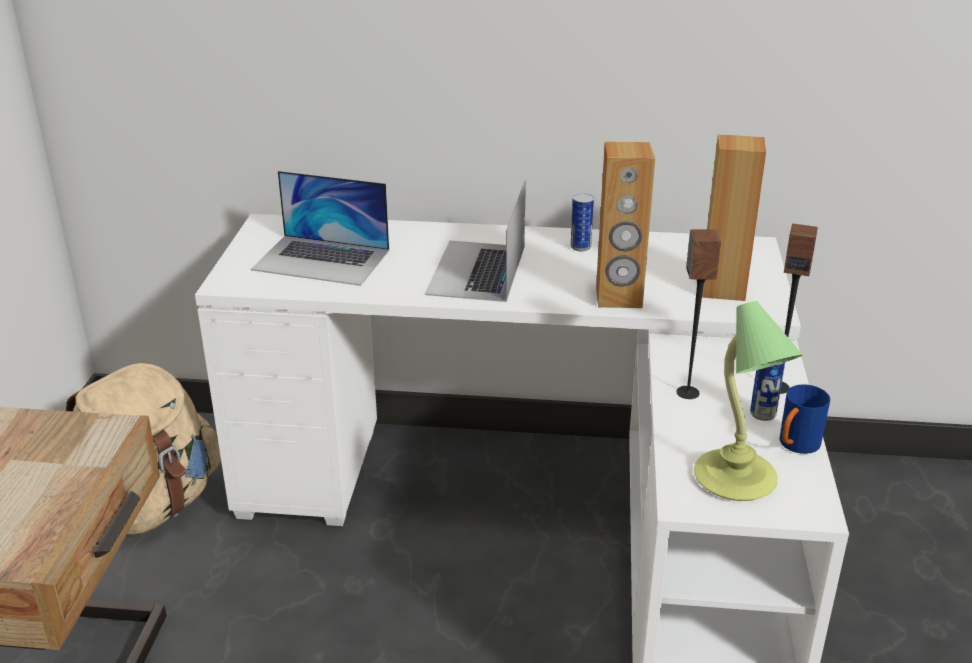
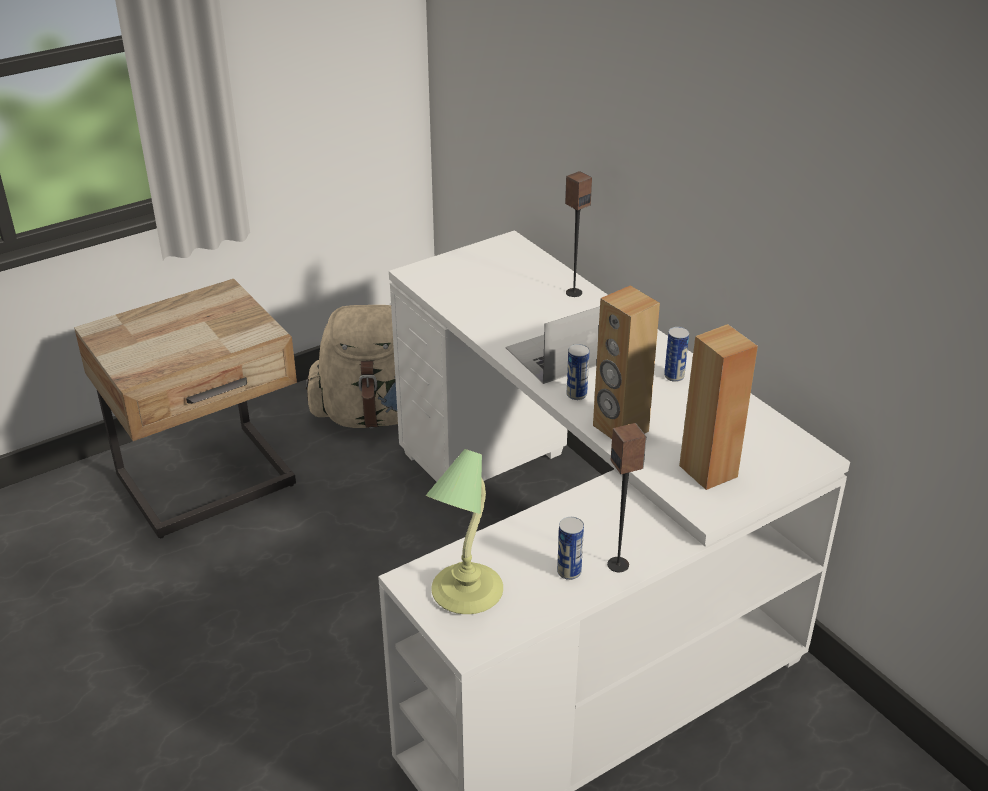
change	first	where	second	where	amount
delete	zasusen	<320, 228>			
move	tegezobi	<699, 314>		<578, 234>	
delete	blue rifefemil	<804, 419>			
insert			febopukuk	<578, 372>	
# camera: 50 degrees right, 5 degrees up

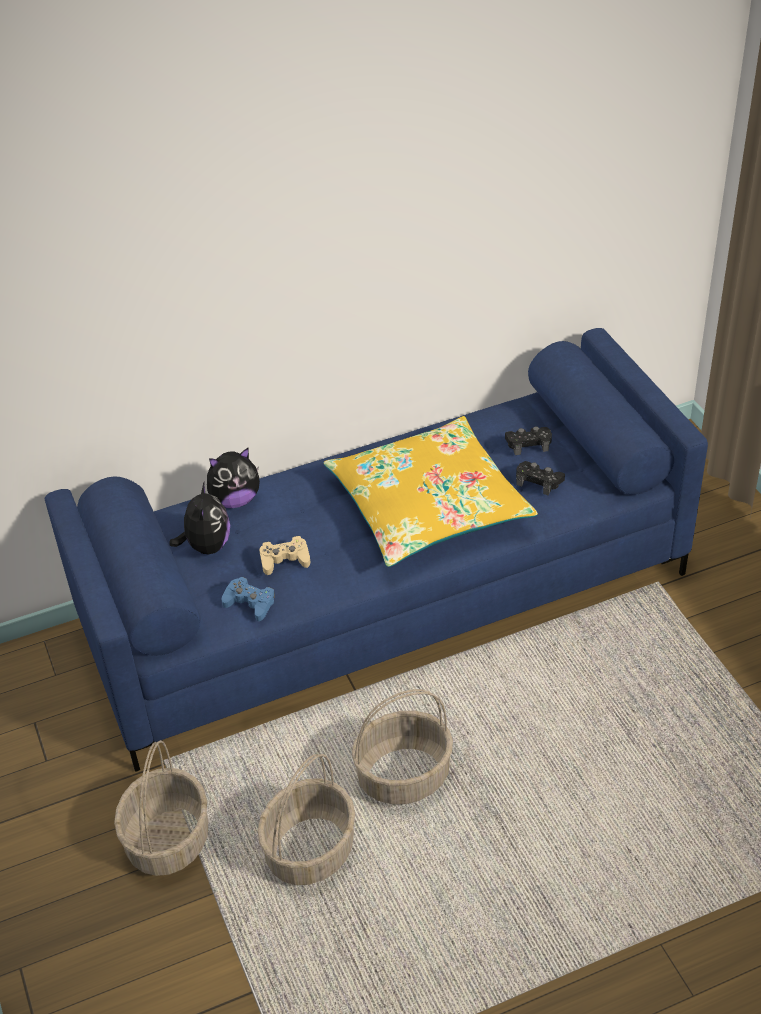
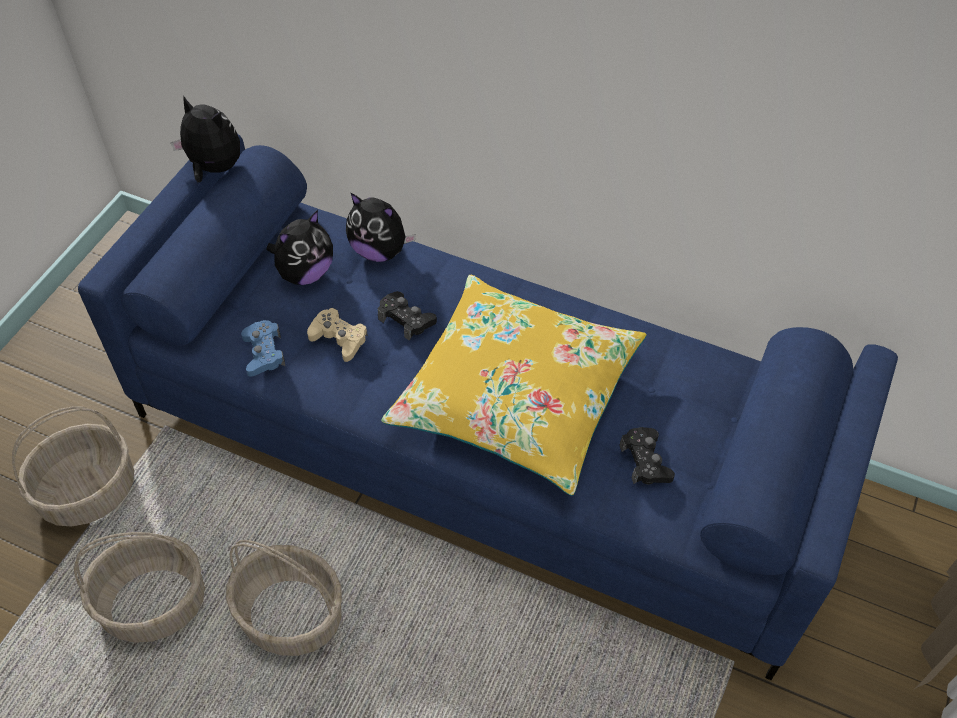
change	first	where	second	where	amount
move	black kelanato	<528, 441>		<407, 316>	
insert			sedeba	<205, 138>	
# camera: 45 degrees right, 10 degrees up

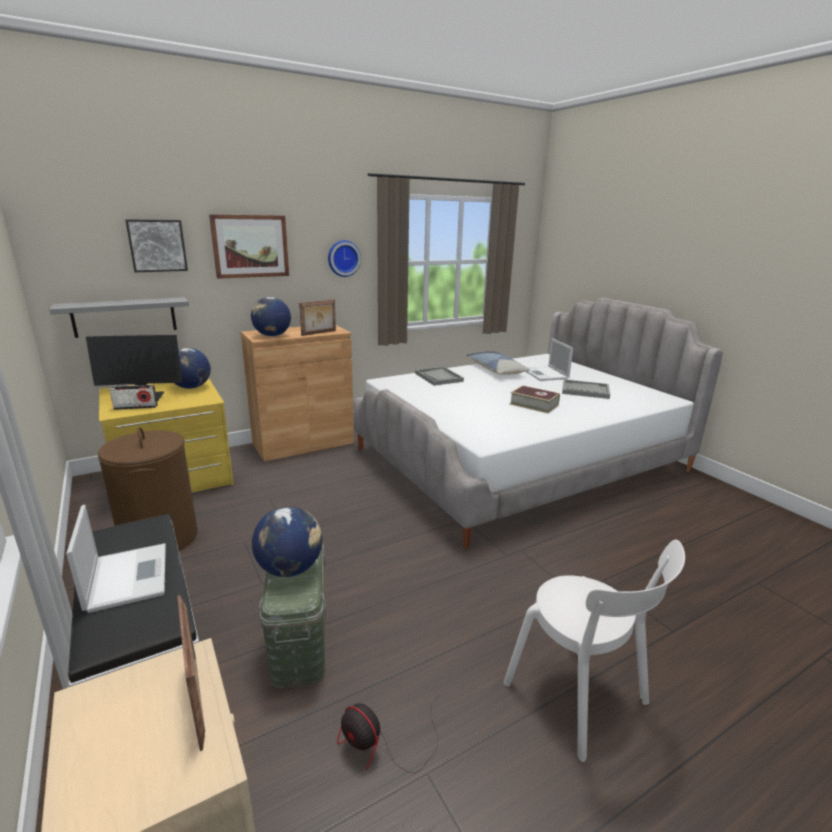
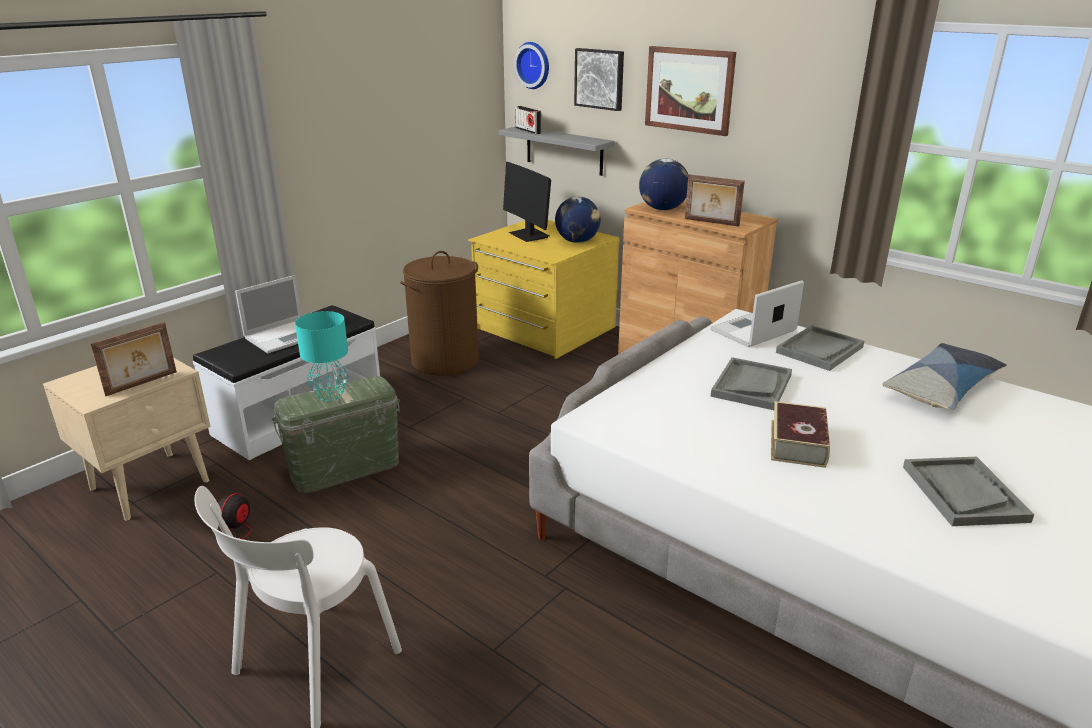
change	first	where	second	where	amount
move	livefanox	<133, 397>		<528, 120>	
replace	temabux	<287, 541>	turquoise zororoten	<322, 356>	
move	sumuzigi	<344, 258>		<531, 65>	
move	zasusen	<549, 359>		<757, 313>	
insert			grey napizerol	<751, 383>	
# camera: 70 degrees right, 5 degrees up

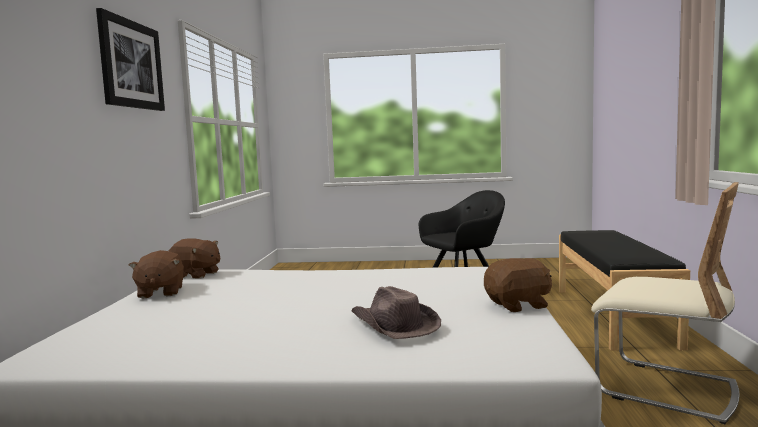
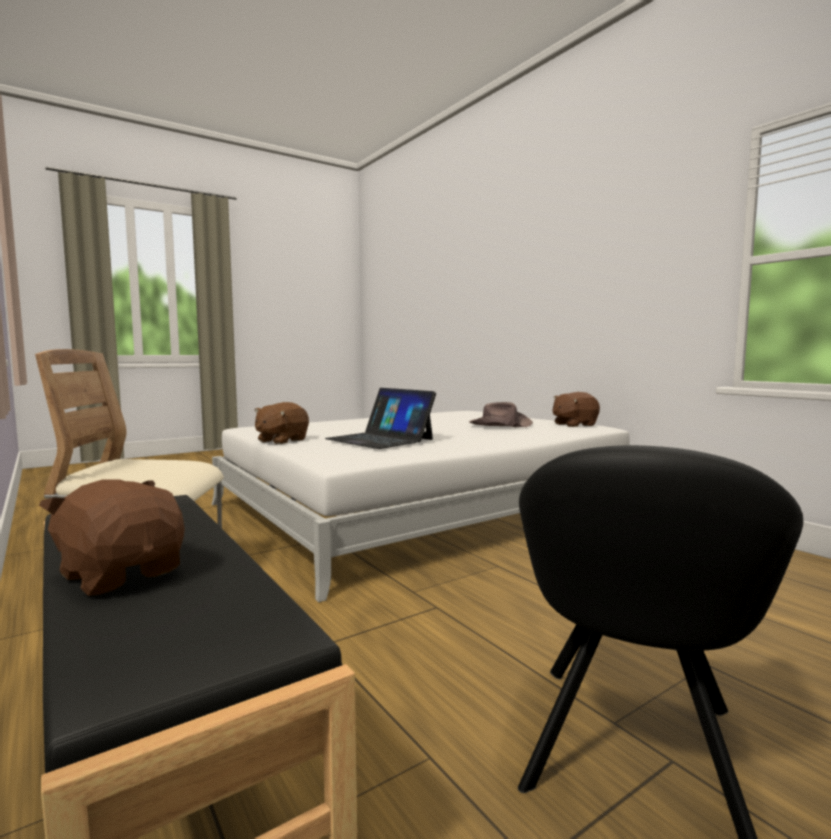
change	first	where	second	where	amount
delete	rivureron	<130, 59>			
move	brown sedeba	<156, 274>		<112, 538>	
move	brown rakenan	<396, 312>		<501, 414>	
insert			zasusen	<380, 418>	
# camera: 140 degrees right, 0 degrees up

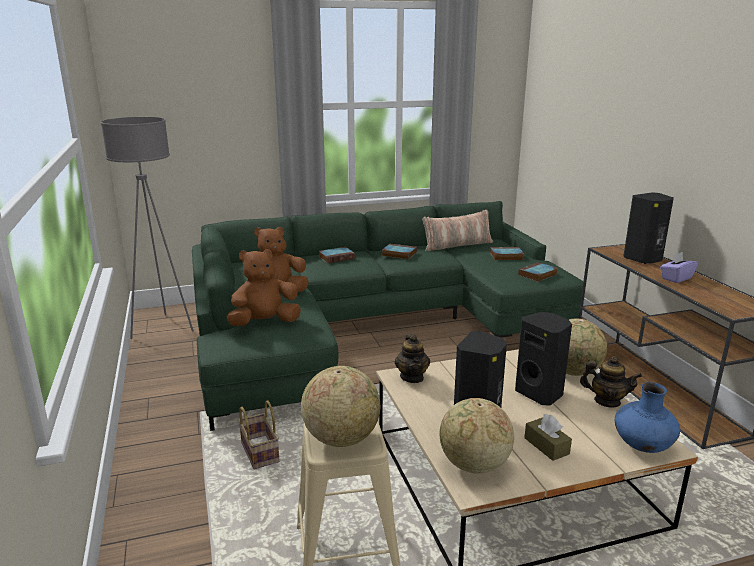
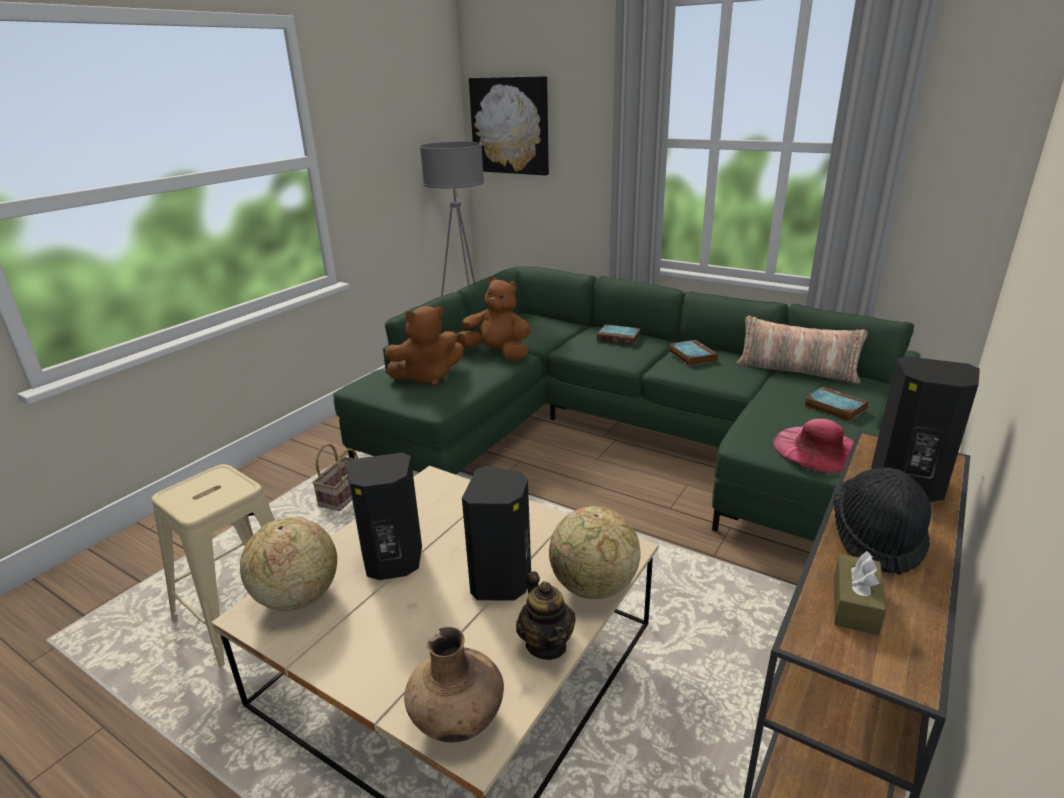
change	first	where	second	where	amount
rotate	brown sedeba	<264, 287>		<424, 346>	135 degrees clockwise
delete	temabux	<340, 406>			
delete	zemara	<412, 358>			
replace	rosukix	<537, 272>	pink rakenan	<813, 446>	
move	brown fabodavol	<548, 437>		<860, 593>	
recolor	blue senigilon	<647, 417>	brown senigilon	<454, 684>	
replace	purple fabodavol	<679, 267>	black rakenan	<882, 521>	
insert			rivureron	<509, 126>	
# camera: 50 degrees right, 5 degrees up

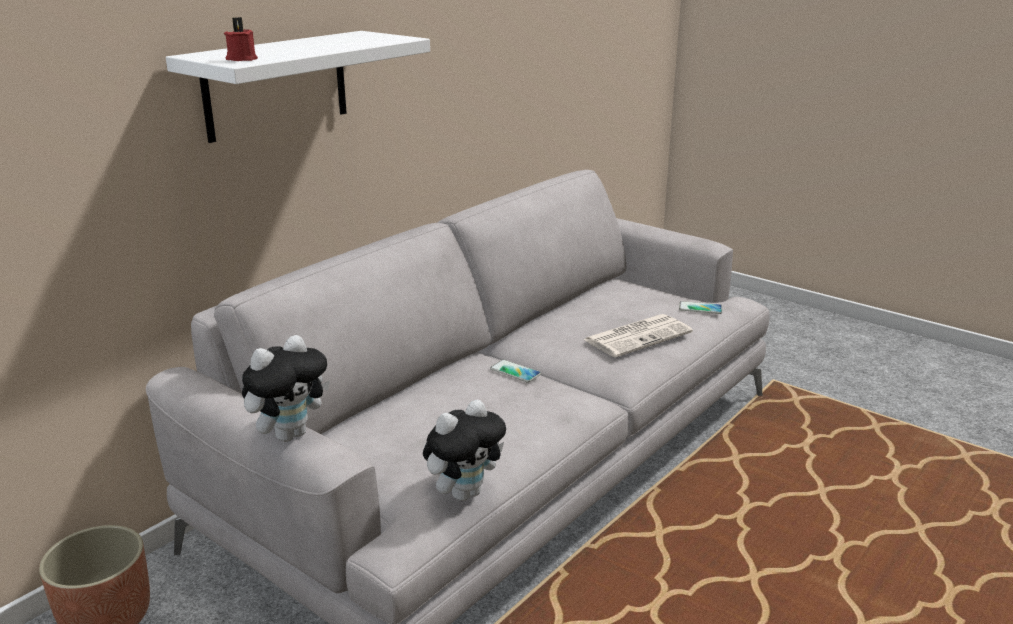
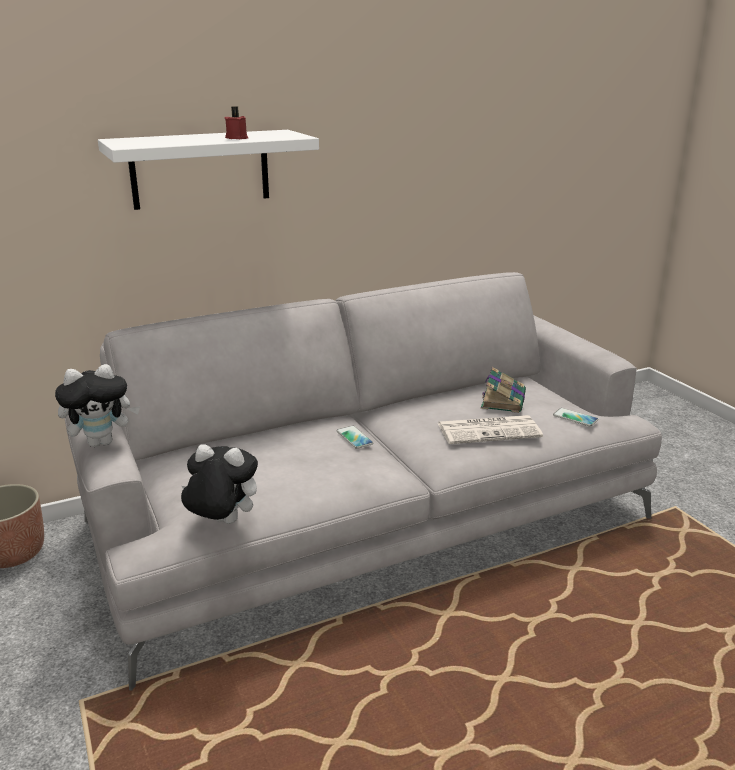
change	first	where	second	where	amount
move	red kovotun	<241, 39>		<237, 122>	
rotate	sedeba	<464, 450>		<219, 484>	150 degrees counterclockwise
insert			rosukix	<503, 390>	
# camera: 25 degrees right, 0 degrees up

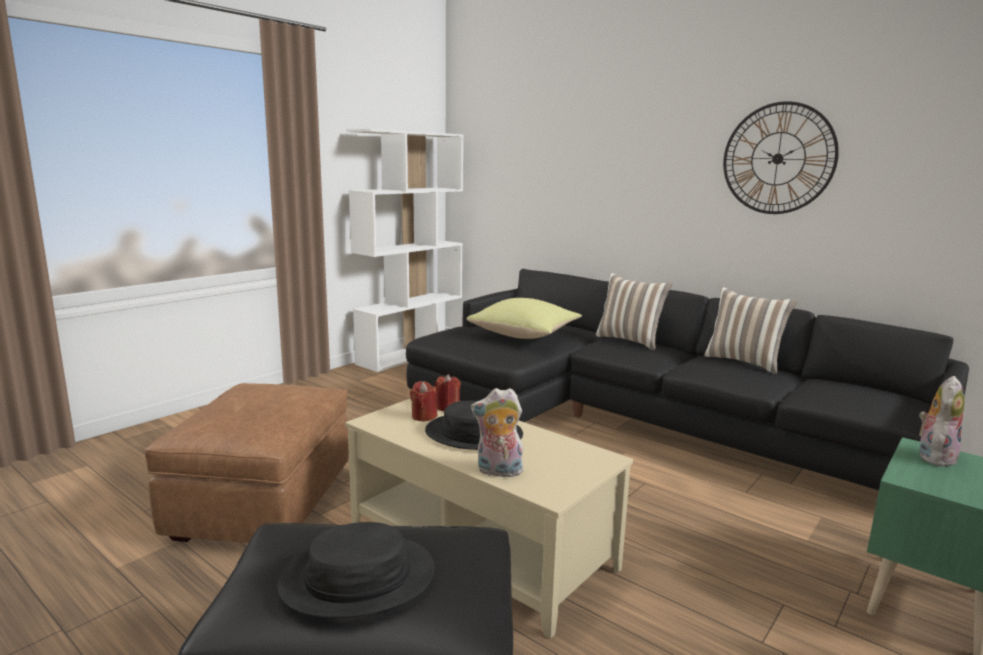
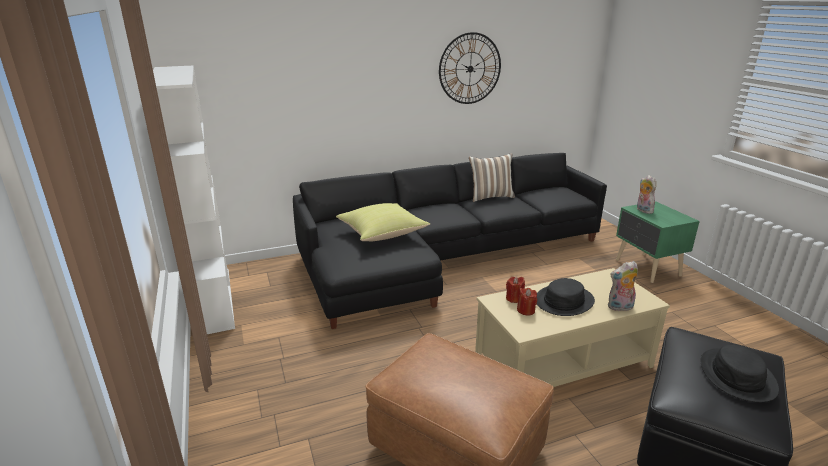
change	first	where	second	where	amount
rotate	sedeba	<497, 432>		<623, 286>	45 degrees clockwise
delete	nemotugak	<634, 311>			
# camera: 60 degrees left, 10 degrees up

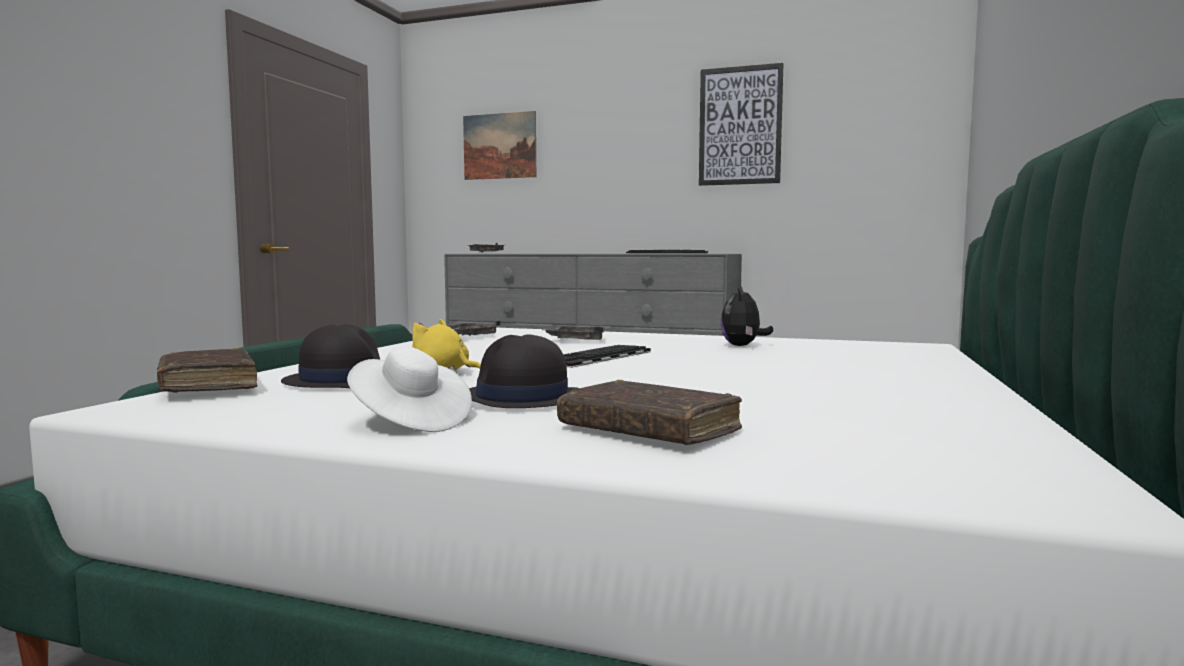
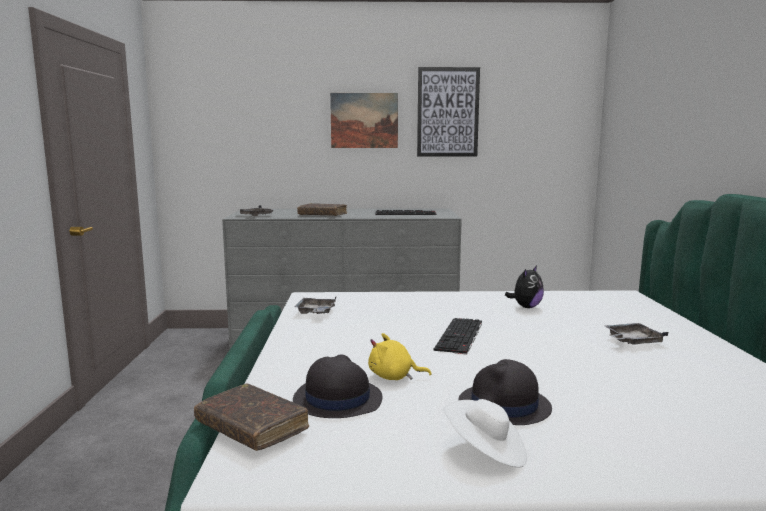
change	first	where	second	where	amount
move	rivureron	<499, 145>		<364, 120>	
move	grey napizerol	<573, 332>		<636, 334>	
move	brown rosukix	<649, 412>		<322, 209>	
rotate	sedeba	<746, 316>		<524, 287>	135 degrees counterclockwise
# camera: 20 degrees left, 5 degrees up

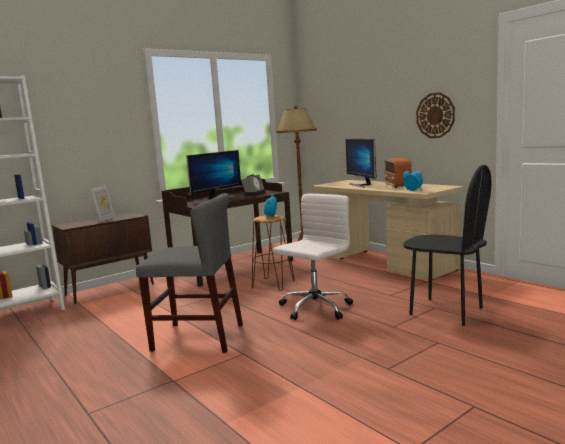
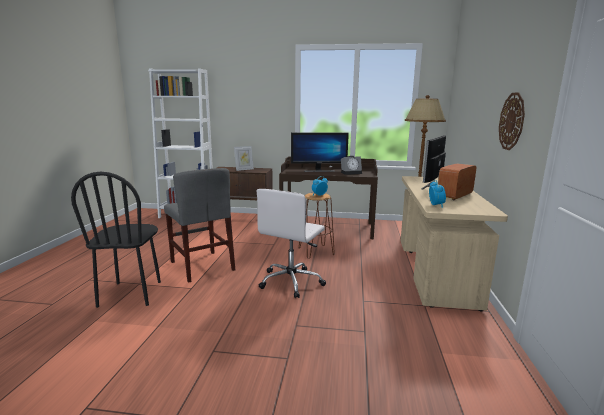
change	first	where	second	where	amount
rotate	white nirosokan	<313, 257>		<291, 243>	120 degrees clockwise
move	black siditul	<447, 245>		<116, 240>	
# camera: 45 degrees right, 5 degrees up

